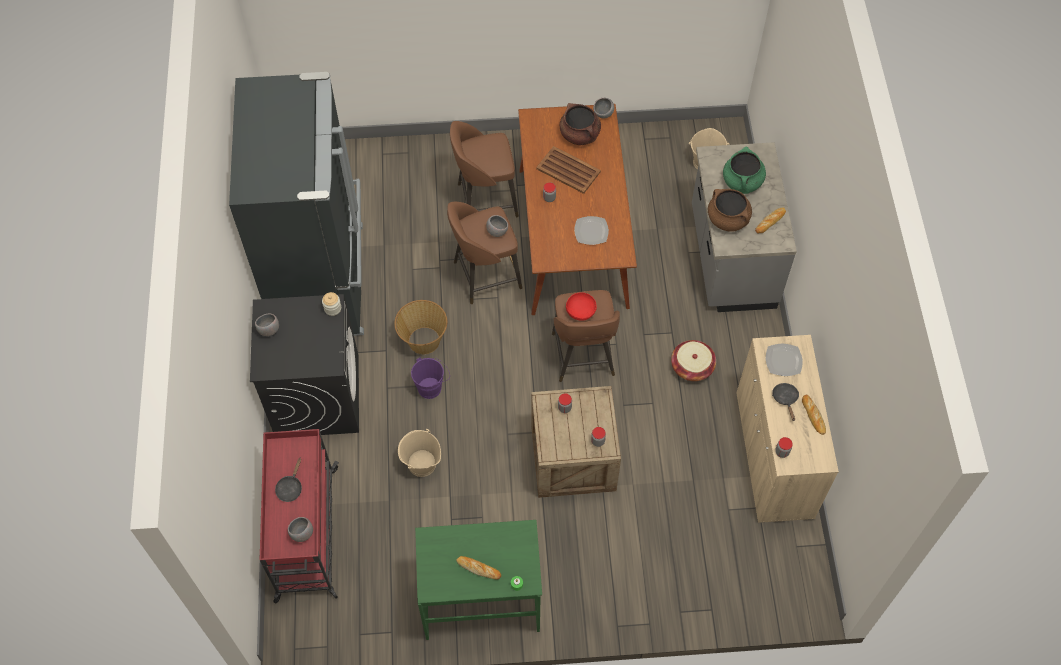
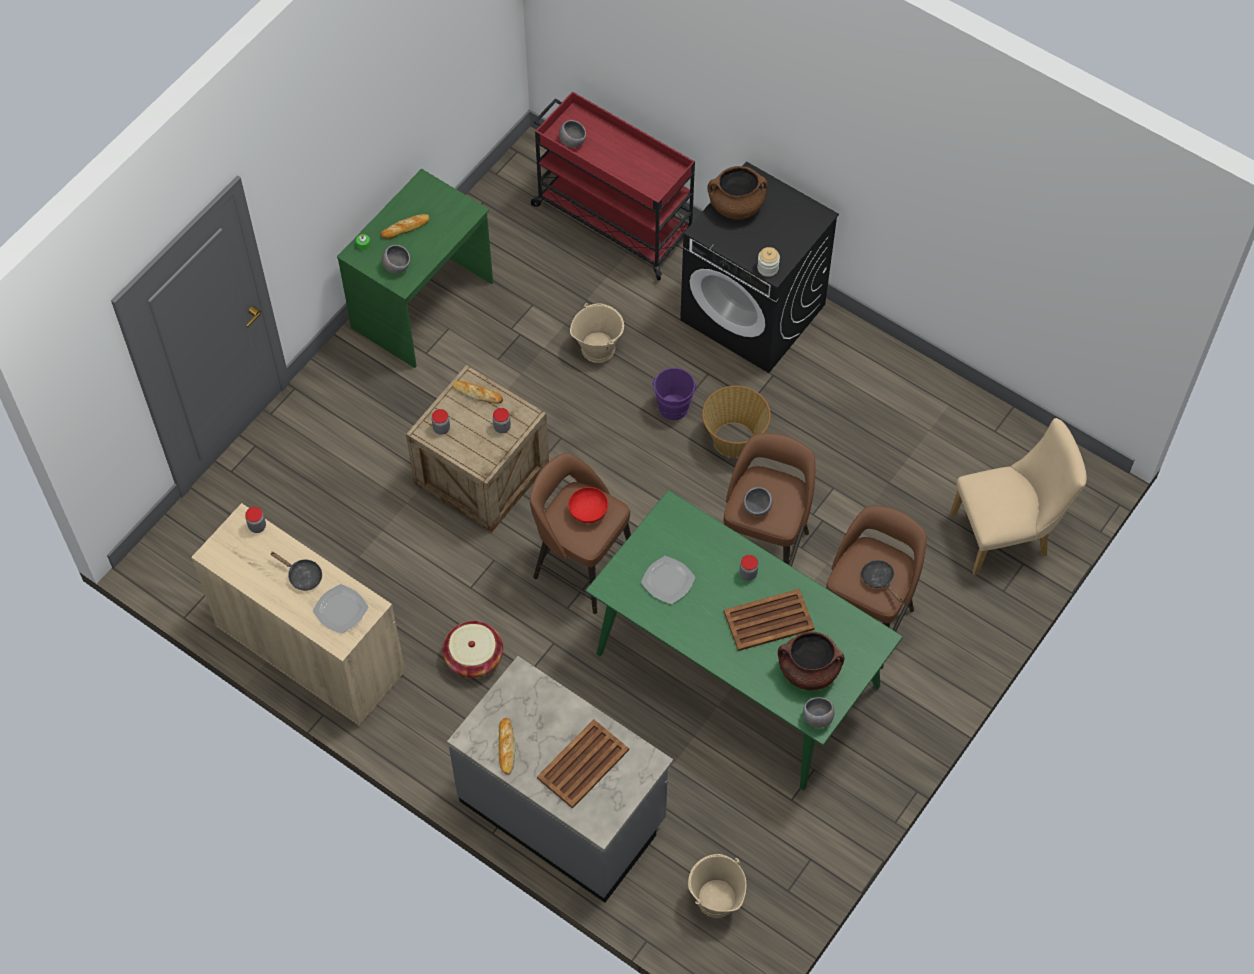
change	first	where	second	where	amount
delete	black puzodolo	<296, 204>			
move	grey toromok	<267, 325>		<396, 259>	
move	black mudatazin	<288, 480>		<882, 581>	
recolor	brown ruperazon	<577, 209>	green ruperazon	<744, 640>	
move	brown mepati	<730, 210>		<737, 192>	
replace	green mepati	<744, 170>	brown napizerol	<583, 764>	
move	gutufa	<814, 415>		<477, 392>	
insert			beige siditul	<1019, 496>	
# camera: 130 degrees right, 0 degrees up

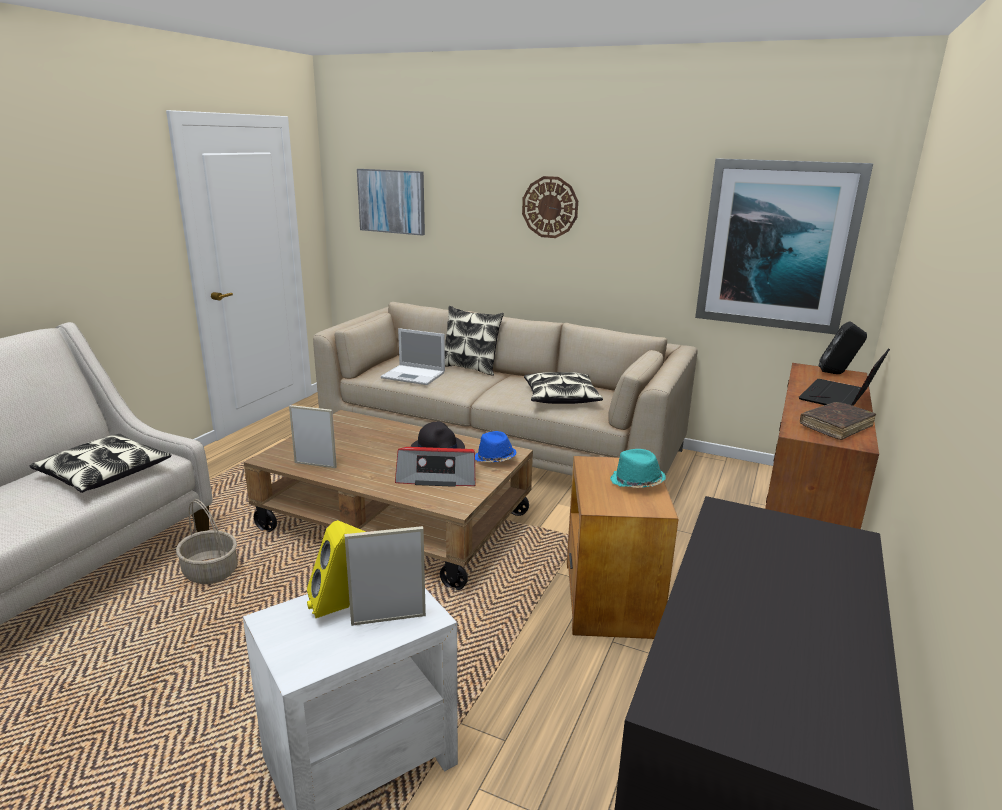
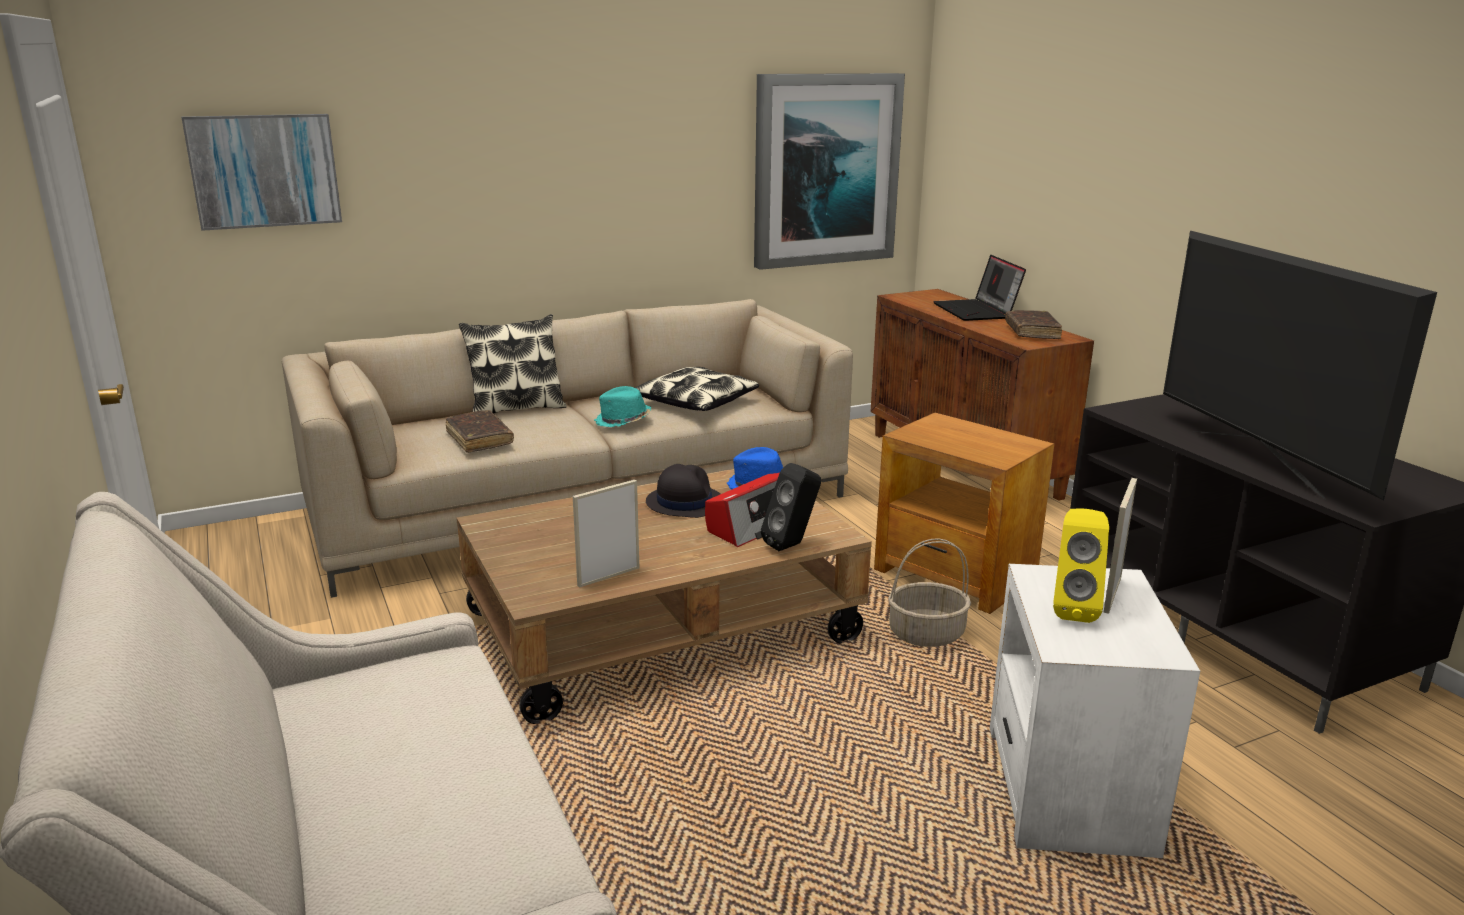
change	first	where	second	where	amount
delete	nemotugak	<100, 463>			
move	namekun	<207, 541>		<929, 592>	
replace	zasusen	<413, 356>	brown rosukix	<480, 431>	
delete	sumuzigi	<550, 207>			
move	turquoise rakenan	<638, 468>		<622, 406>	
move	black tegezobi	<843, 347>		<791, 507>	
insert			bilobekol	<1300, 365>	
# camera: 50 degrees left, 0 degrees up

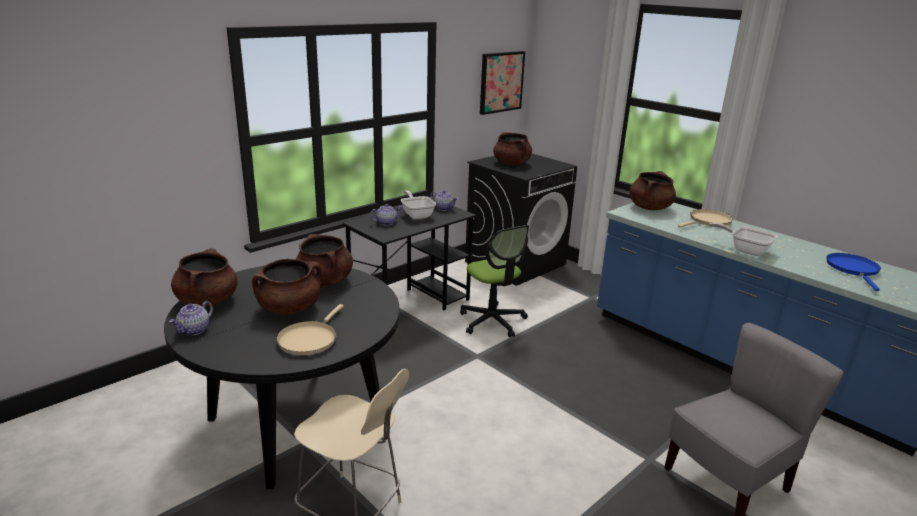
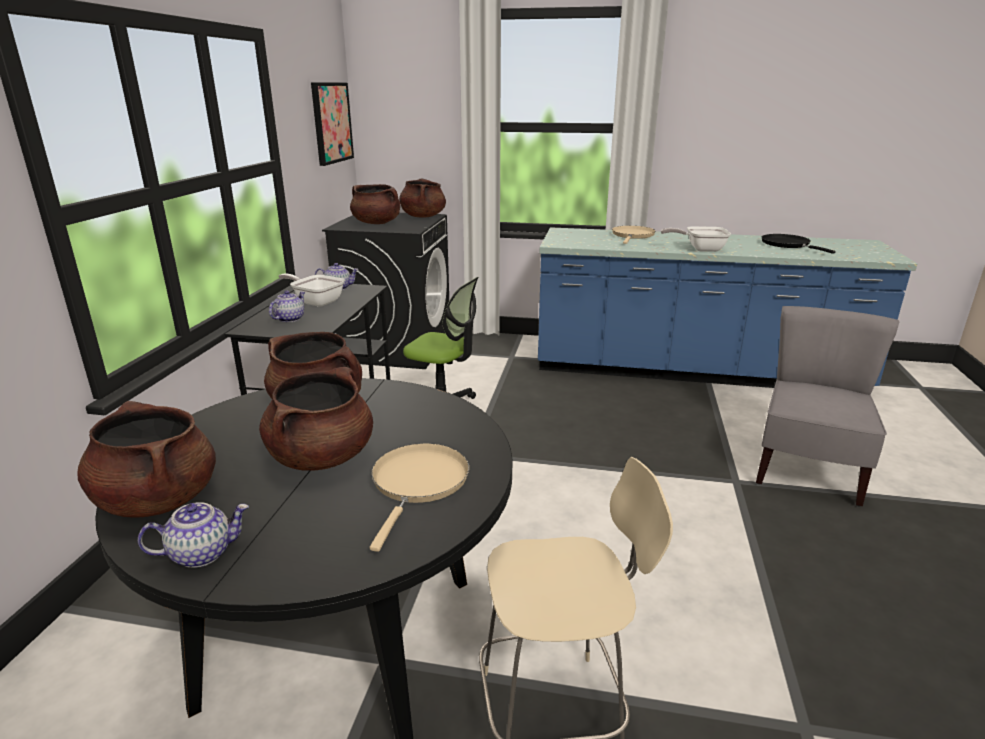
change	first	where	second	where	amount
rotate	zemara	<191, 318>		<193, 535>	105 degrees counterclockwise
rotate	beige mudatazin	<310, 329>		<419, 497>	150 degrees counterclockwise
move	brown mepati	<653, 190>		<422, 198>	
recolor	blue mudatazin	<853, 272>	black mudatazin	<799, 244>	
# camera: 35 degrees left, 0 degrees up

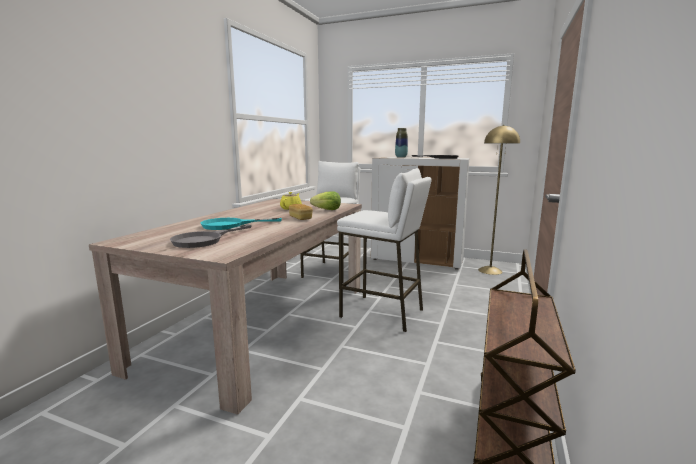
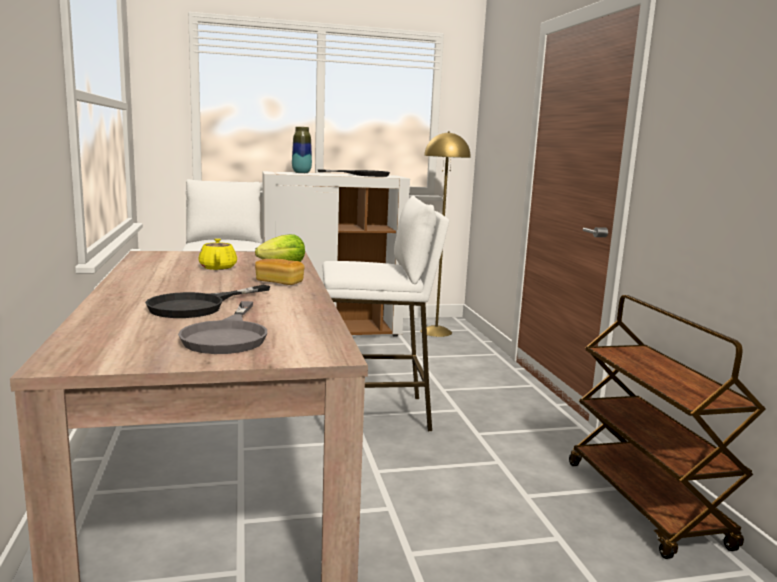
change	first	where	second	where	amount
recolor	turquoise mudatazin	<241, 224>	black mudatazin	<207, 301>	
# camera: 35 degrees left, 0 degrees up

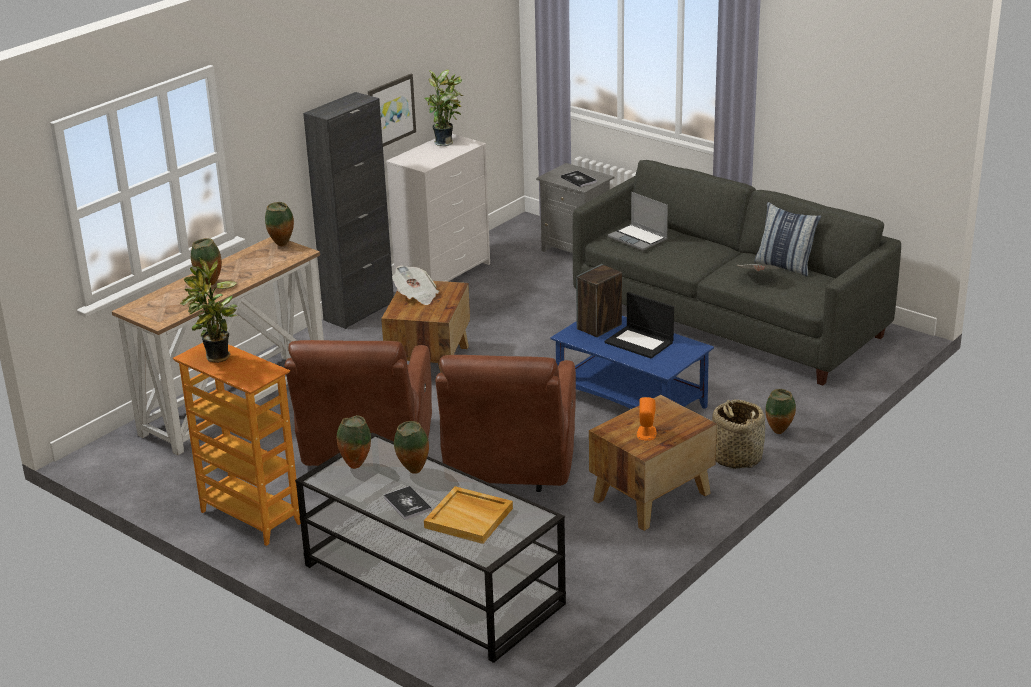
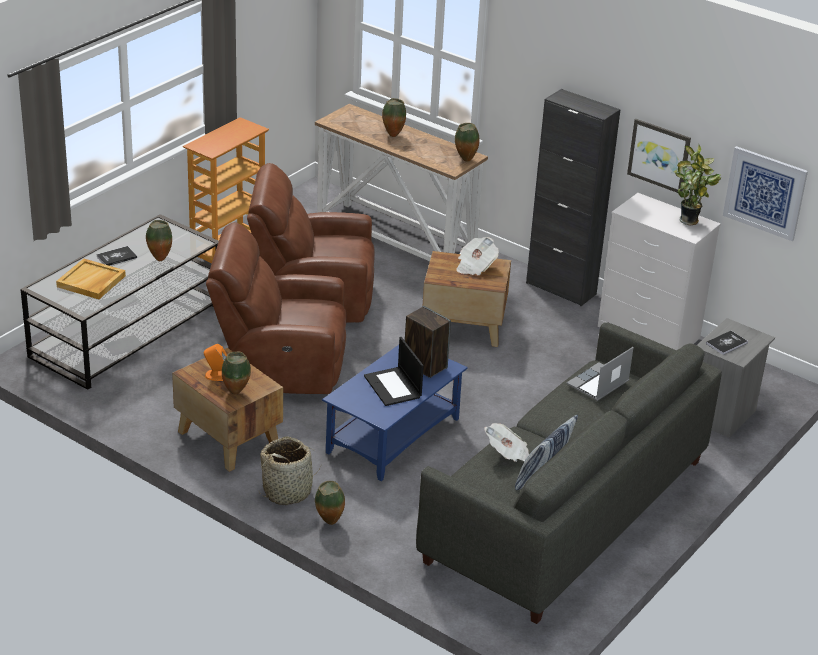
change	first	where	second	where	amount
delete	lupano	<209, 310>			
move	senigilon	<354, 442>		<236, 373>	
rotate	zasusen	<639, 325>		<394, 371>	60 degrees counterclockwise
insert			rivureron	<765, 193>	
# camera: 85 degrees right, 5 degrees up

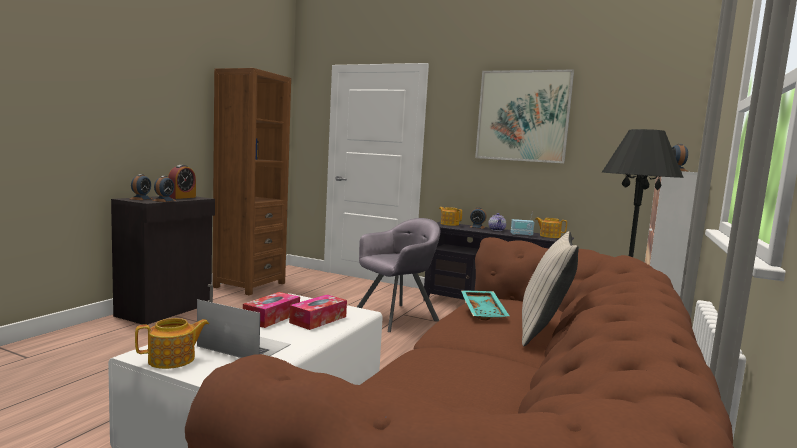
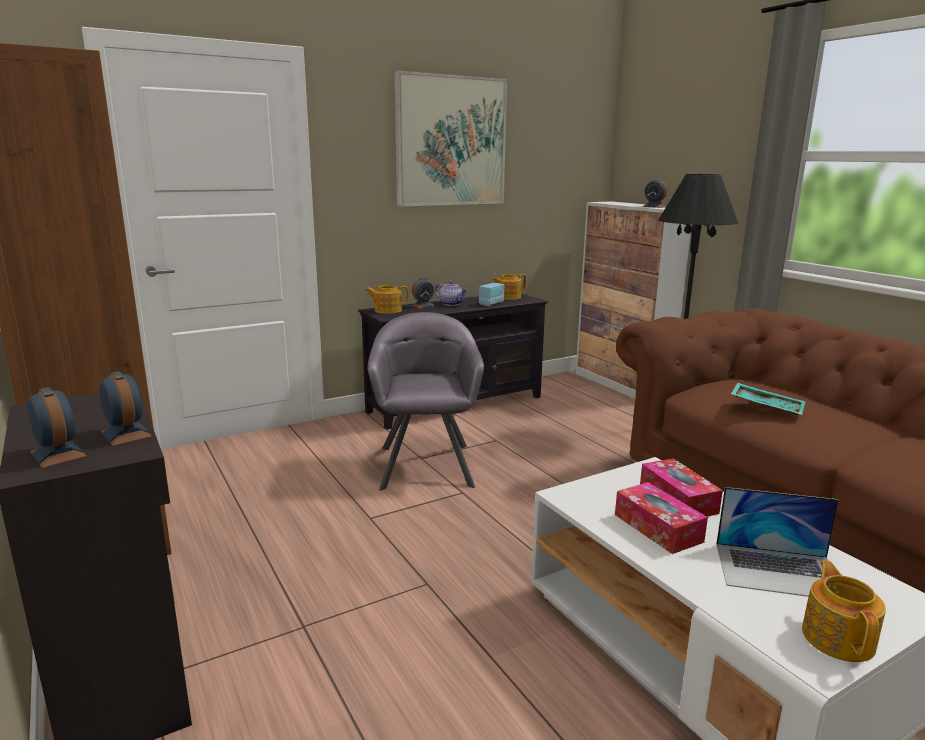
change	first	where	second	where	amount
delete	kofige	<182, 182>			
rotate	zasusen	<244, 328>		<777, 542>	135 degrees counterclockwise
delete	beige nemotugak	<550, 288>			
# camera: 55 degrees left, 10 degrees up

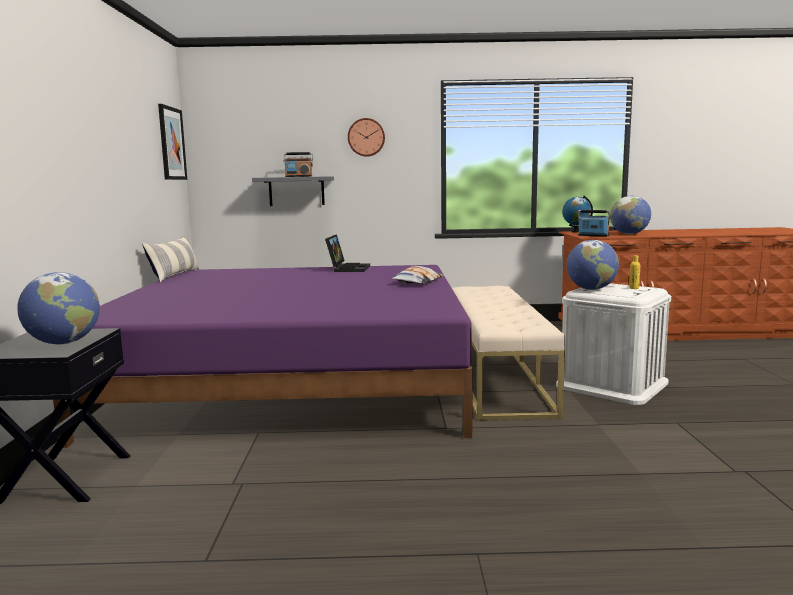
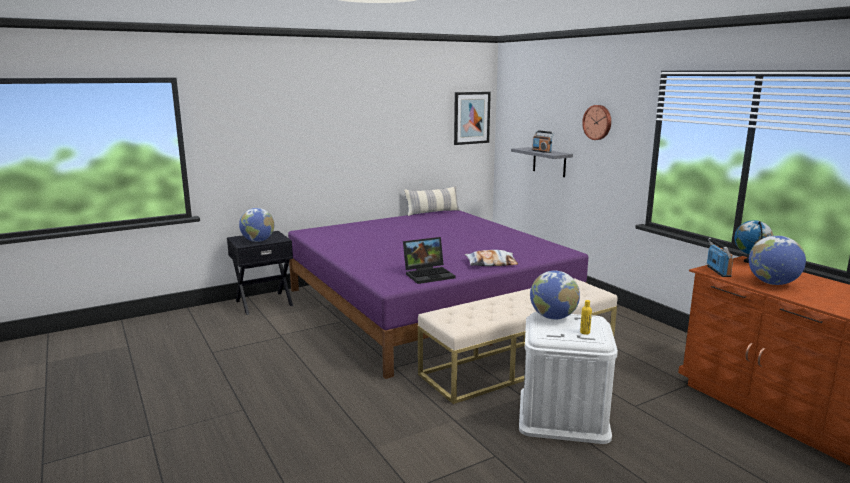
change	first	where	second	where	amount
move	zasusen	<347, 253>		<429, 260>	
# camera: 60 degrees right, 5 degrees up

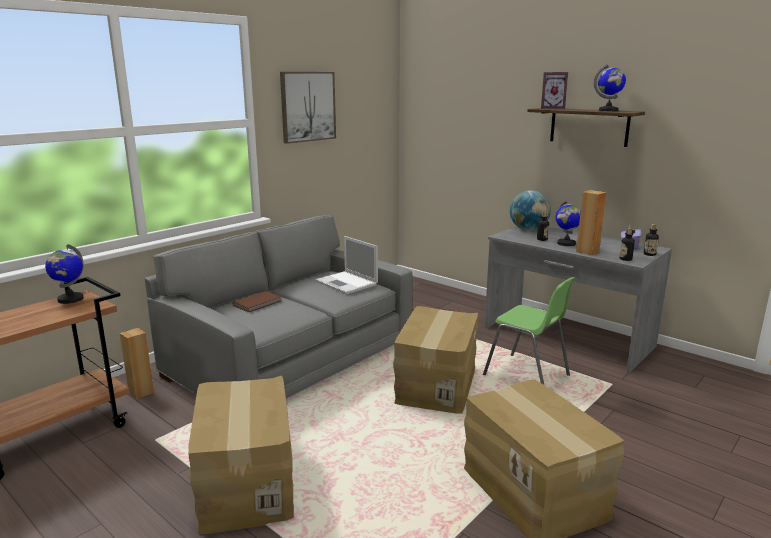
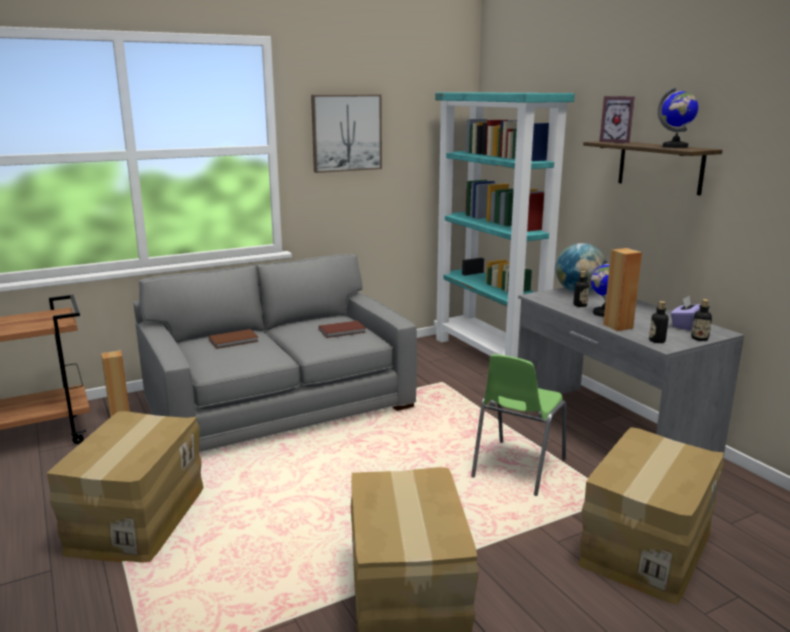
change	first	where	second	where	amount
delete	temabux	<64, 274>			
replace	zasusen	<346, 265>	brown rosukix	<342, 329>	
move	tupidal	<436, 360>		<651, 516>	
rotate	green siditul	<529, 330>		<518, 425>	60 degrees clockwise
insert			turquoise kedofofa	<504, 225>	
# camera: 20 degrees right, 0 degrees up

